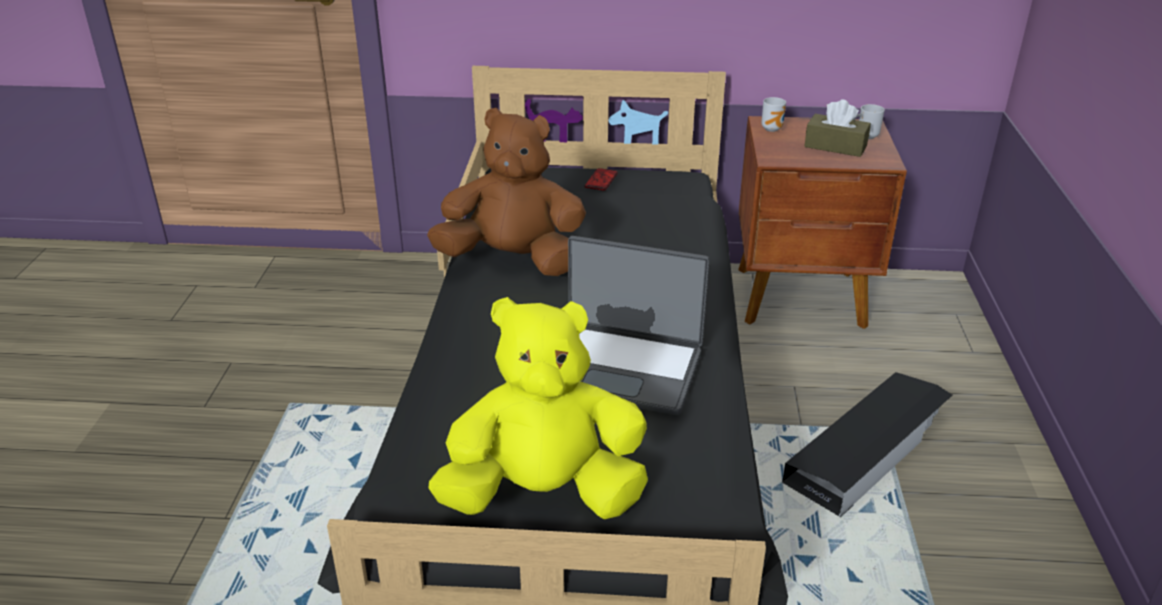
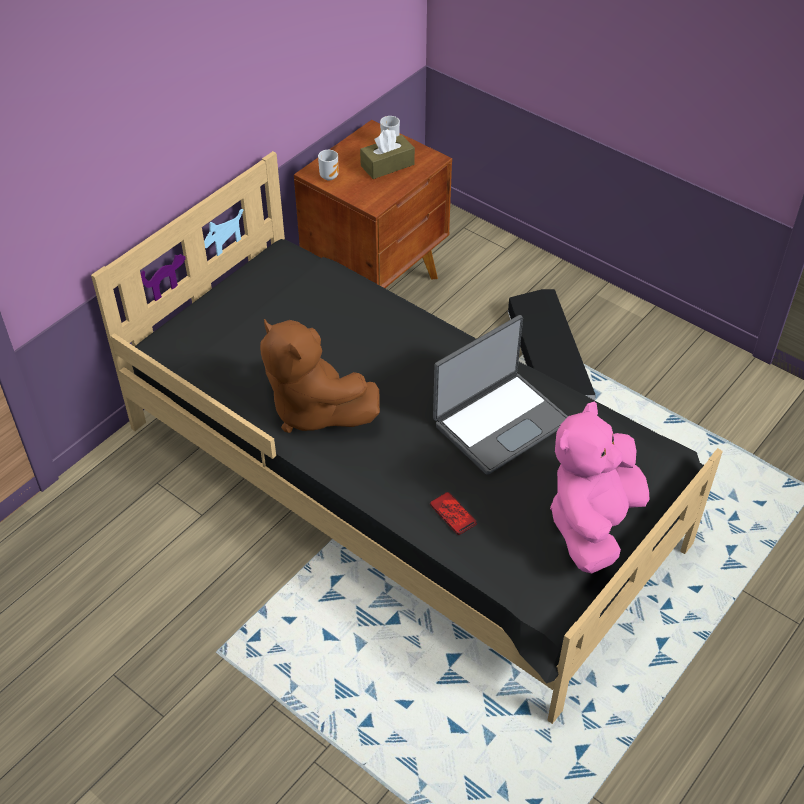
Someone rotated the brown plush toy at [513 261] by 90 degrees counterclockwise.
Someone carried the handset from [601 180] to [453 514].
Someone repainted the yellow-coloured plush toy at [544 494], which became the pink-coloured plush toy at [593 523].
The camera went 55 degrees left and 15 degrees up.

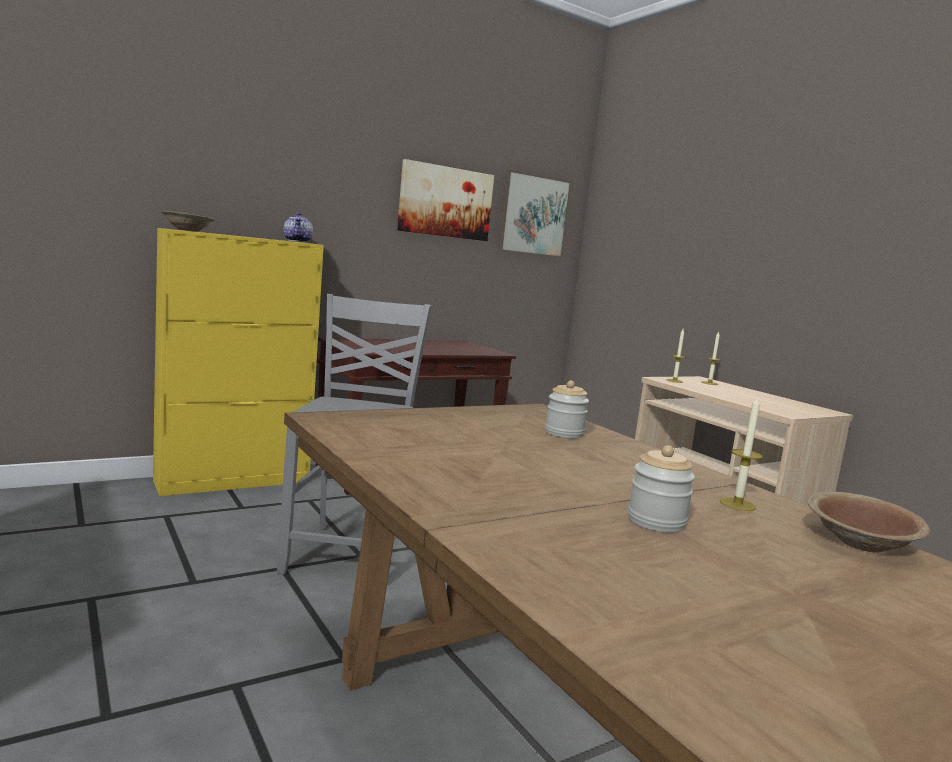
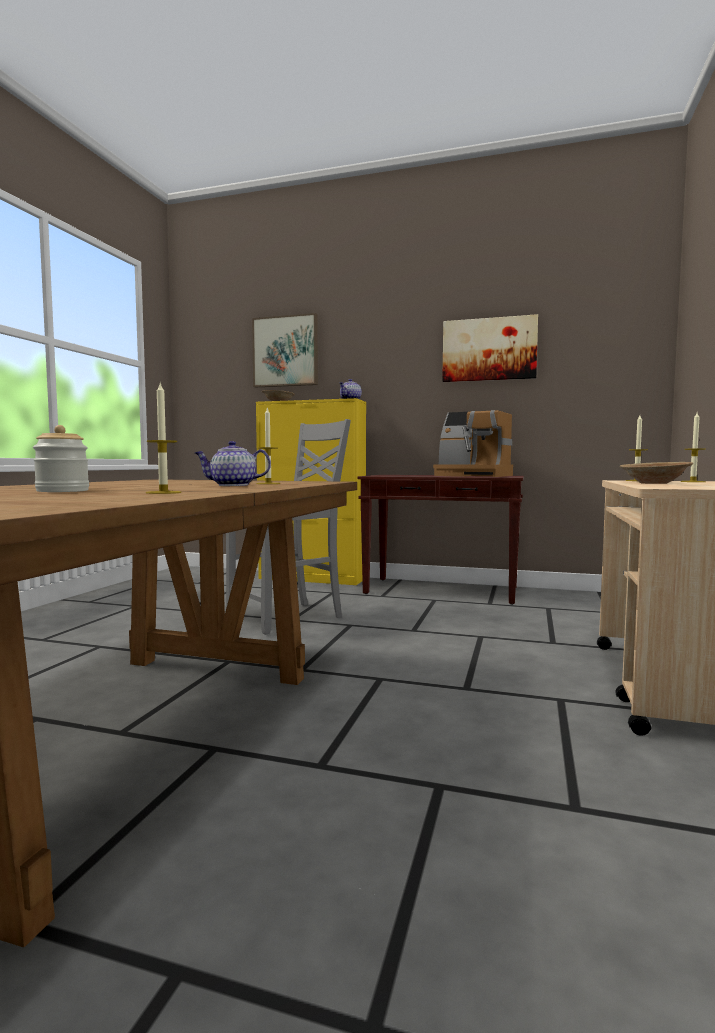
Someone carried the picture from [533 215] to [285 351].
Someone swapped the jar at [564 433] for the wax candle at [268 483].
Someone carried the brown serving bowl from [860 543] to [654 483].
Someone put down the coffee machine at [472 475].
Someone put down the teapot at [232 485].
The camera went 50 degrees right and 5 degrees down.

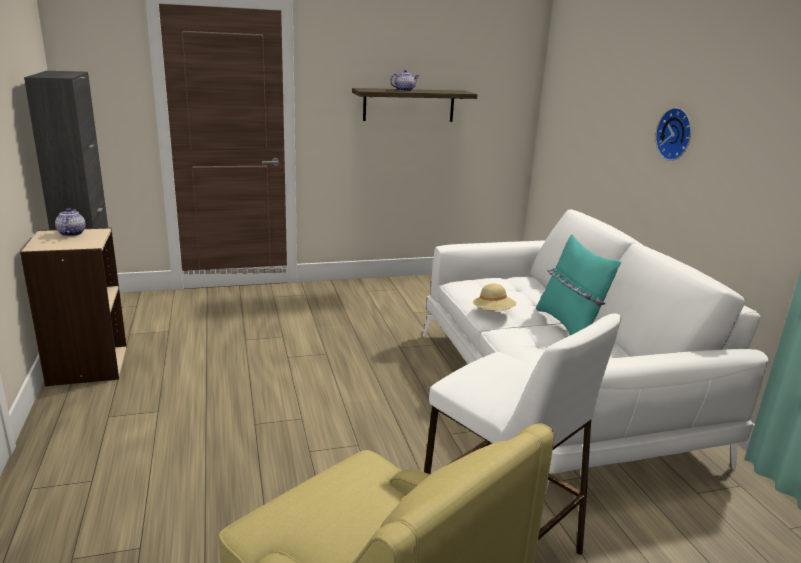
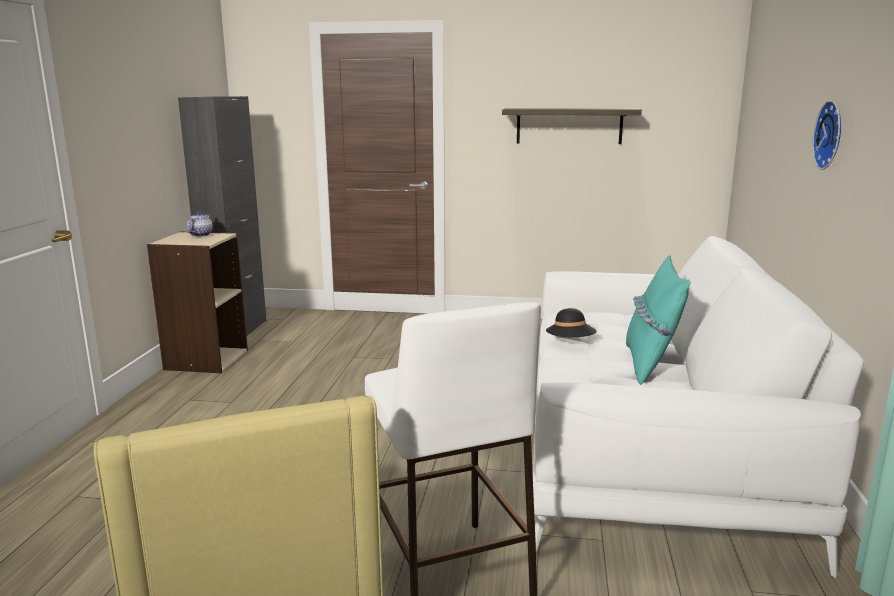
Someone took away the teapot at [404 90].
Someone repainted the beige-coloured clothing hat at [493 312], which became the black clothing hat at [570 342].
The camera went 25 degrees right and 5 degrees down.

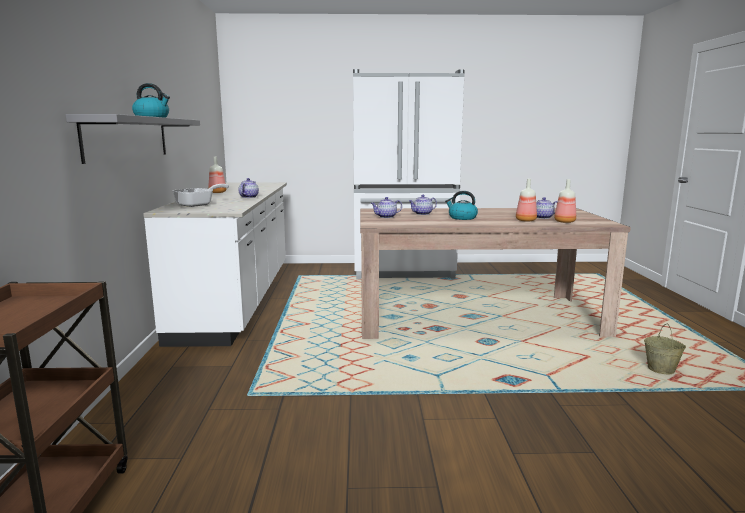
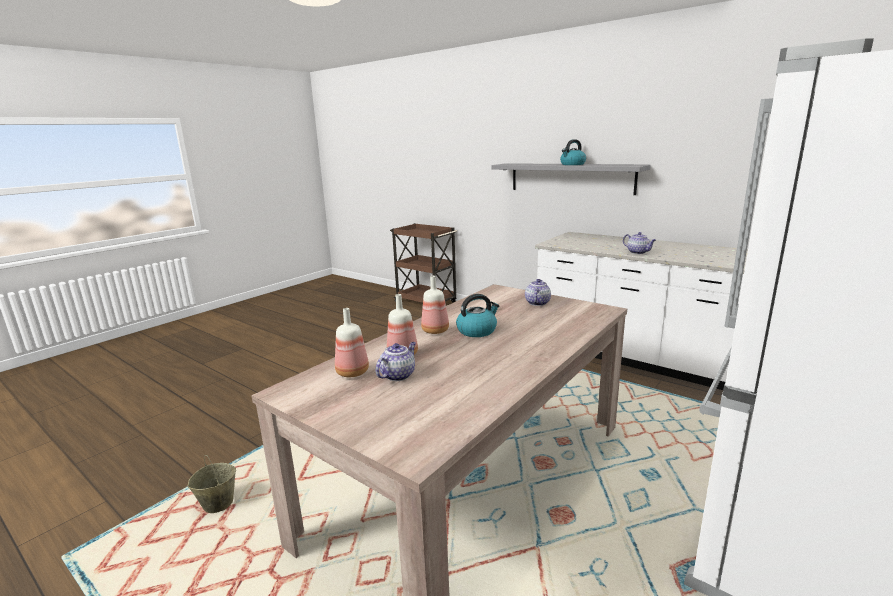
Someone carried the drink bottle from [217 192] to [436 330].
Someone took away the skillet at [199 204].
Someone took away the teapot at [422 214].
The camera went 130 degrees right and 5 degrees up.

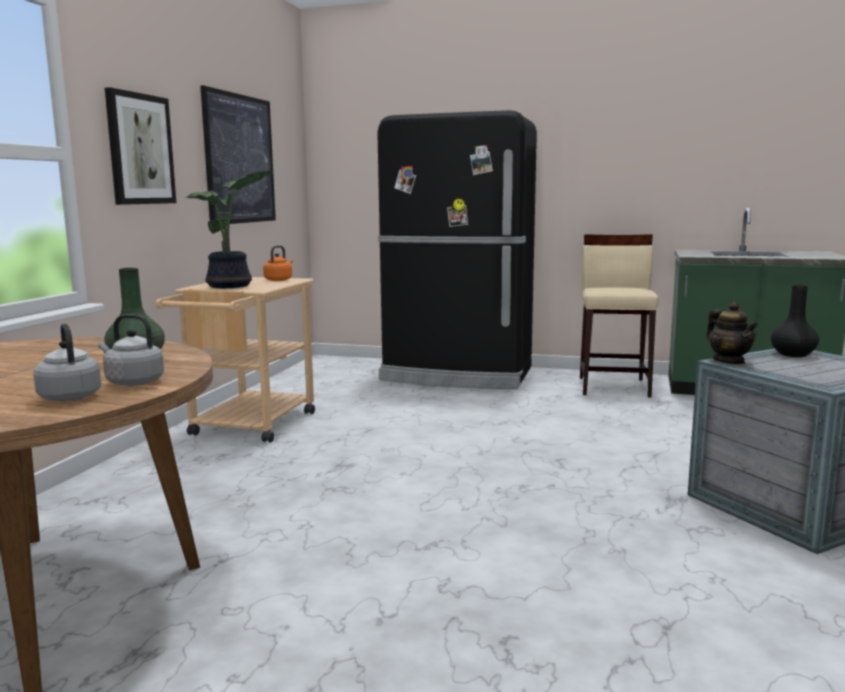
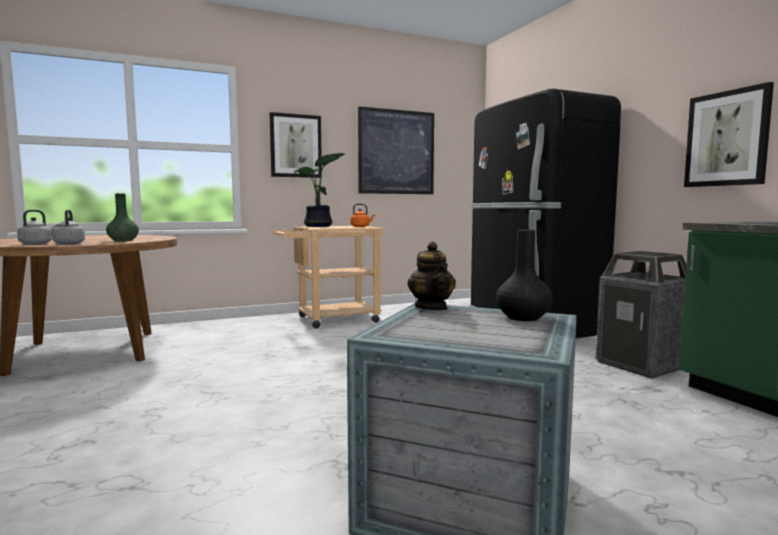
Someone swapped the beige-coloured sitting stool at [614 386] for the waste bin at [641 365].
Someone rotated the teapot at [729 361] by 45 degrees counterclockwise.
Someone put up the picture at [727 139].
The camera went 50 degrees right and 5 degrees down.

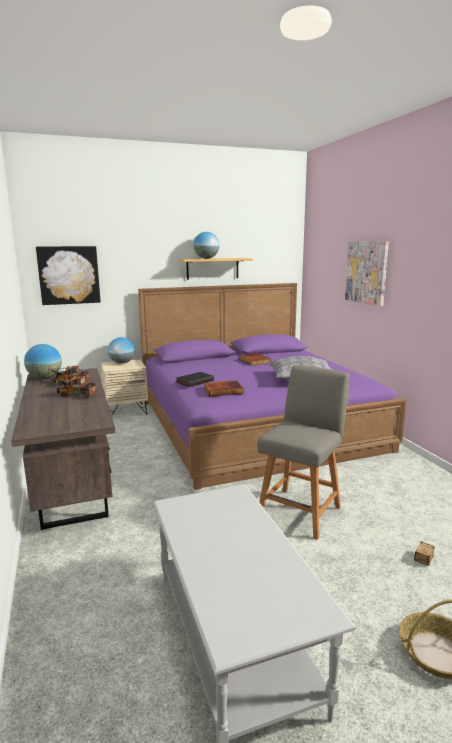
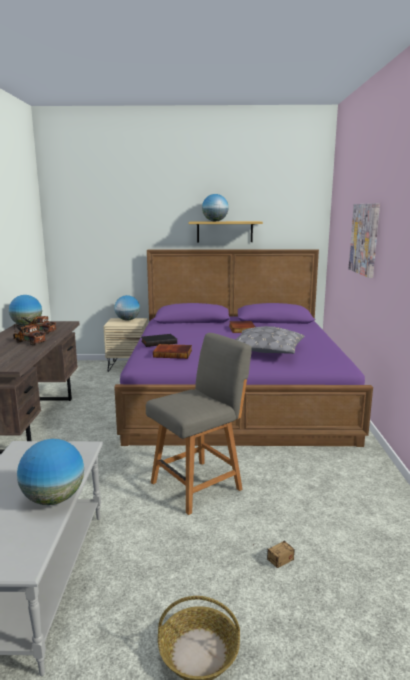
Someone took away the picture at [69 275].
Someone put down the globe at [53 499].
The camera went 20 degrees right and 0 degrees up.

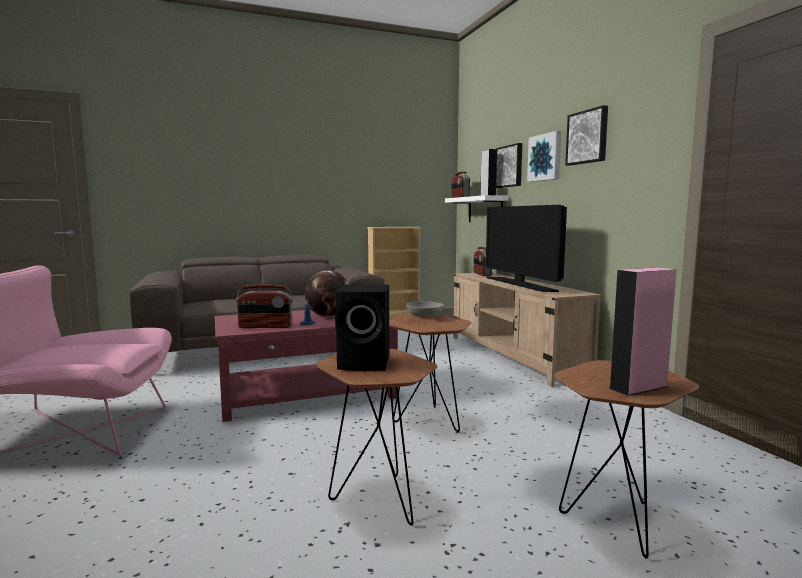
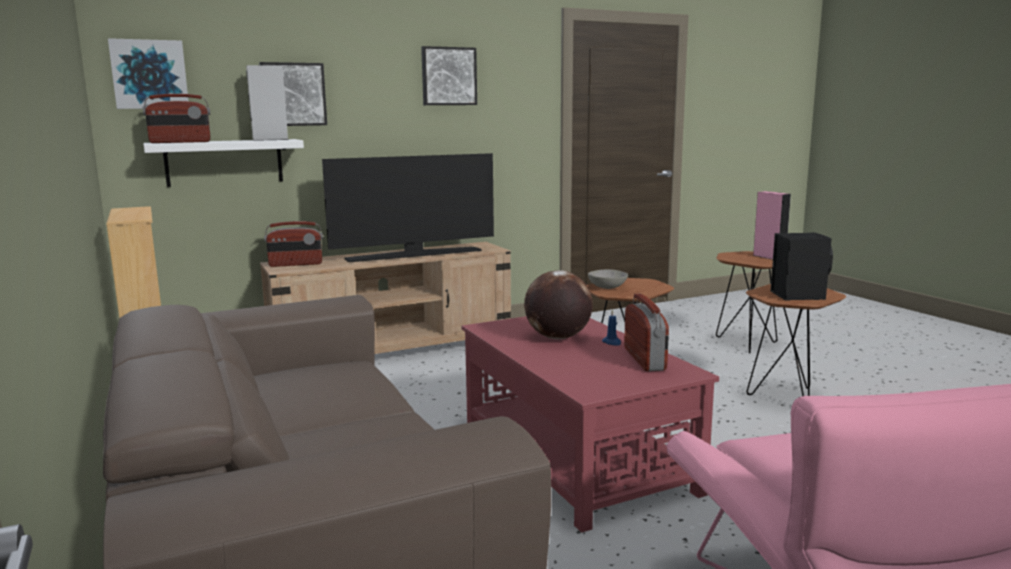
Someone carried the picture from [545 157] to [149 74].
The camera went 95 degrees left and 5 degrees up.

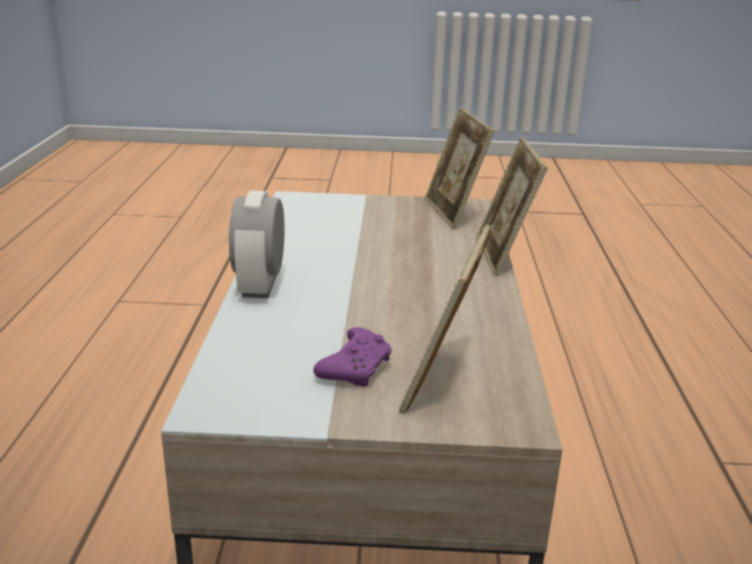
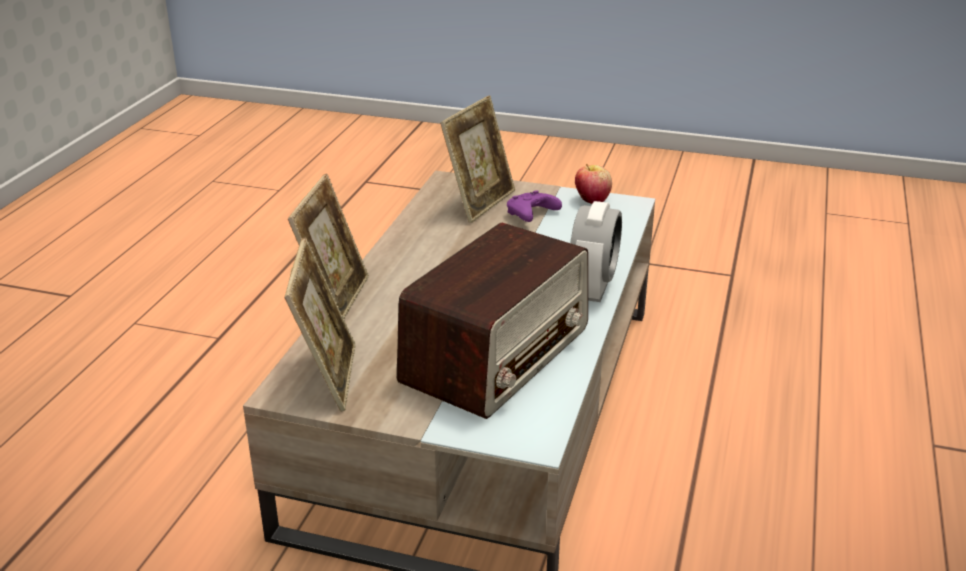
Someone put down the whole apple at [592 200].
Someone put down the radio set at [497 355].
The camera went 165 degrees left and 5 degrees up.

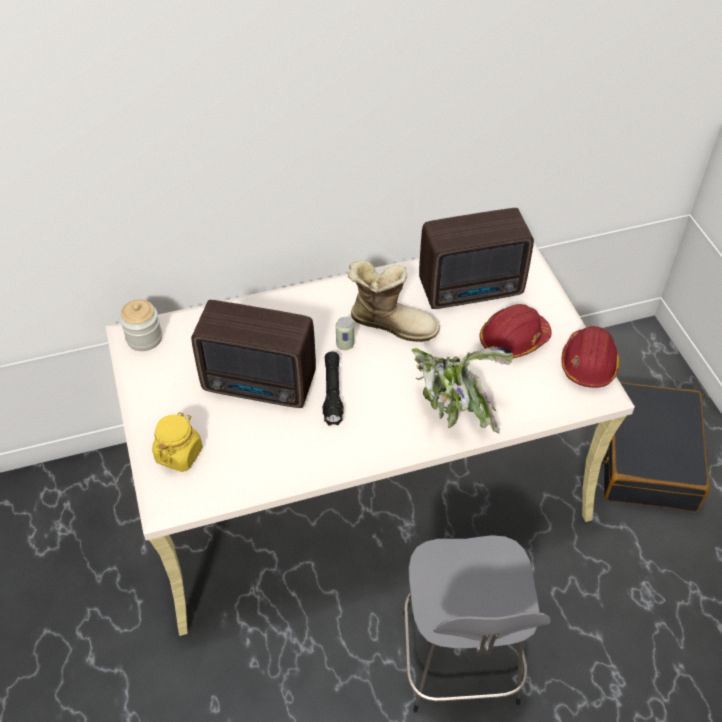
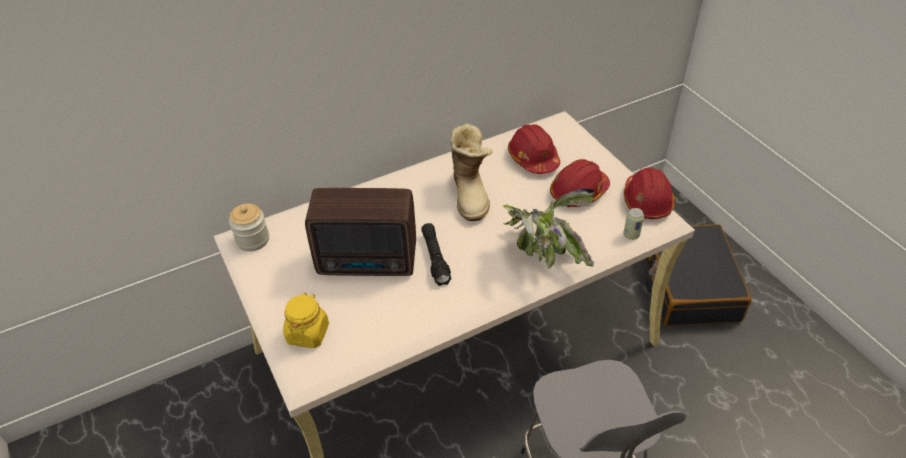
Someone swapped the radio set at [473 289] for the reddish work helmet at [533 158].
Someone rotated the tall boot at [392 322] by 75 degrees clockwise.
Someone carried the sealed can from [345 345] to [631 235].
The camera went 10 degrees left and 5 degrees down.

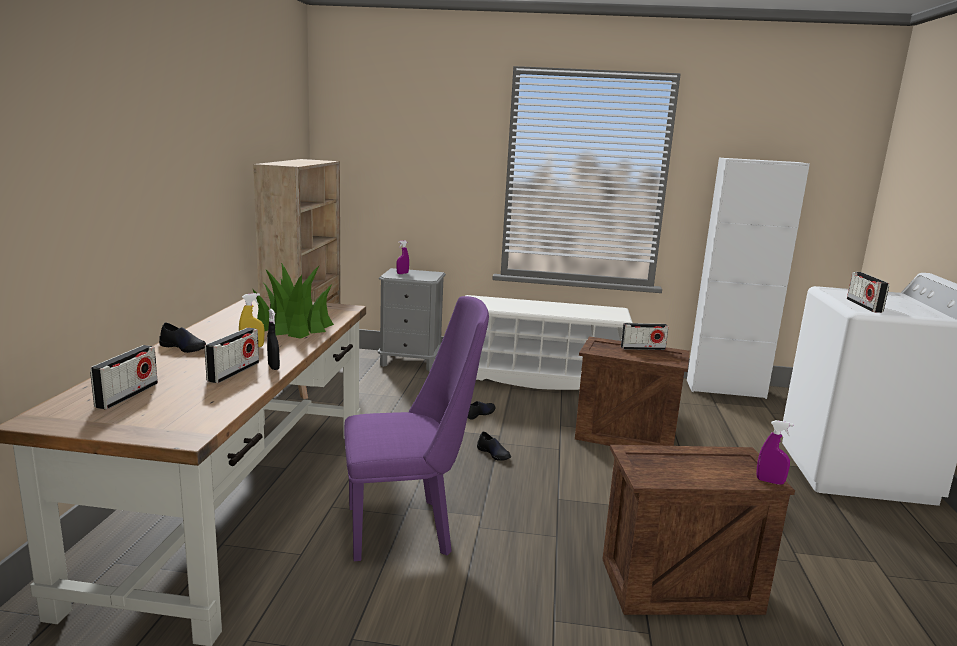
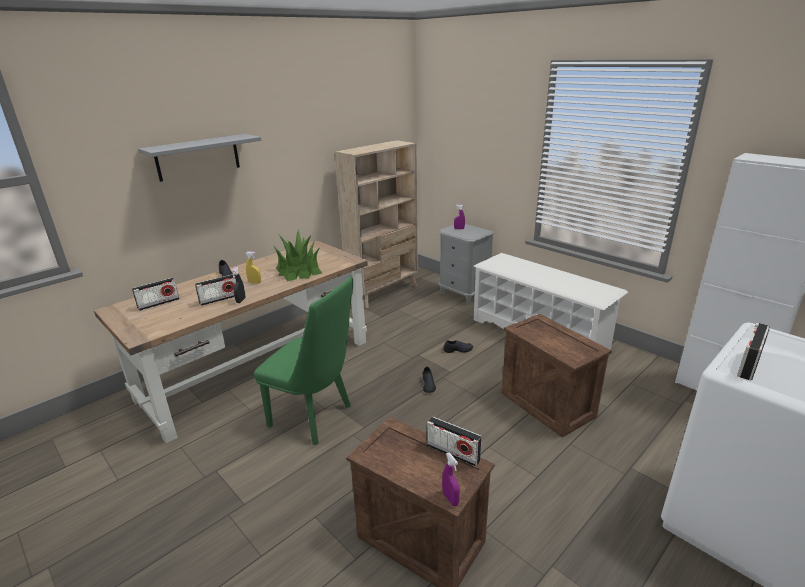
Someone repainted the purple-coloured plain chair at [409 528], which became the greenish plain chair at [316 418].
Someone carried the radio set from [643 348] to [453 453].
Someone put up the gray bracket shelf at [198 157].
The camera went 40 degrees right and 10 degrees up.

